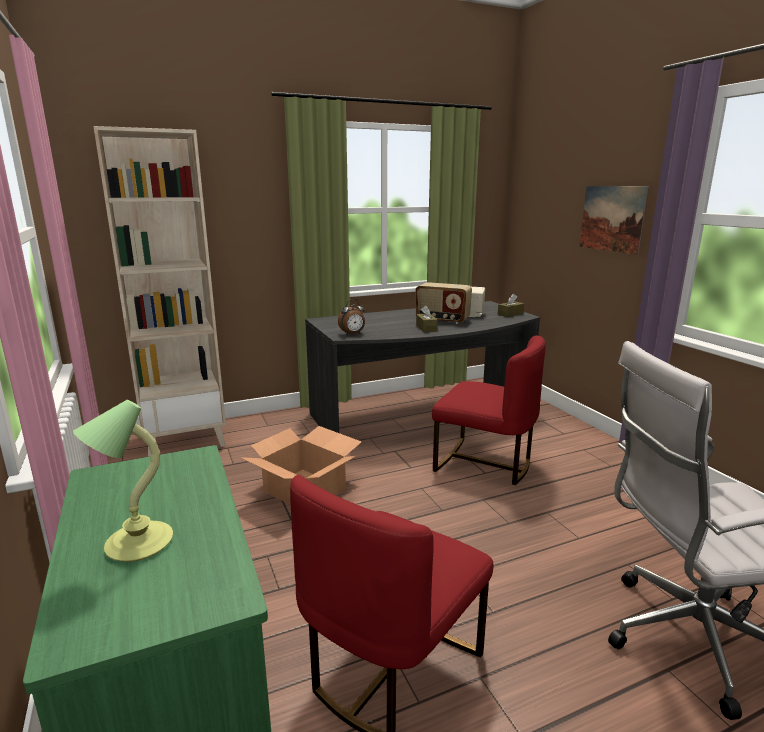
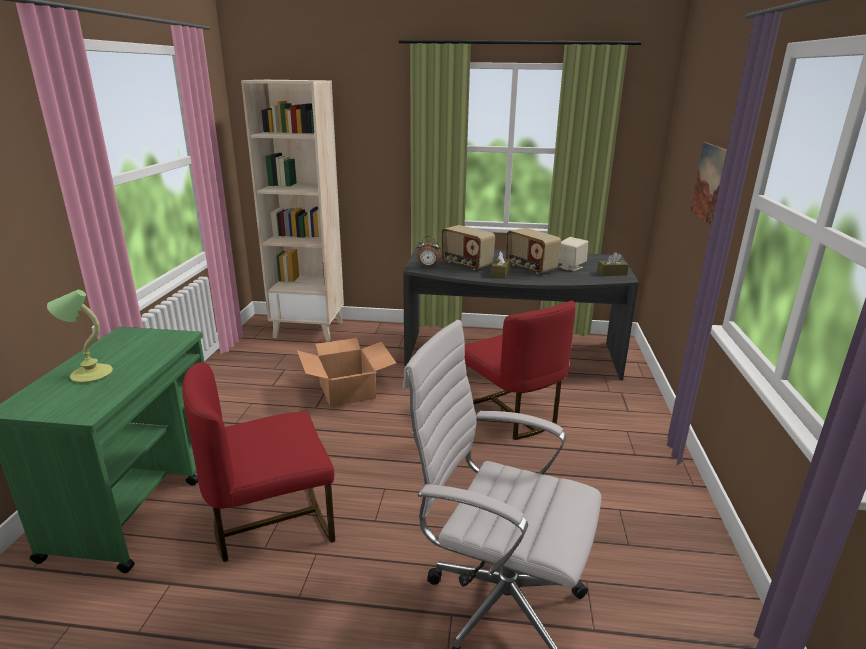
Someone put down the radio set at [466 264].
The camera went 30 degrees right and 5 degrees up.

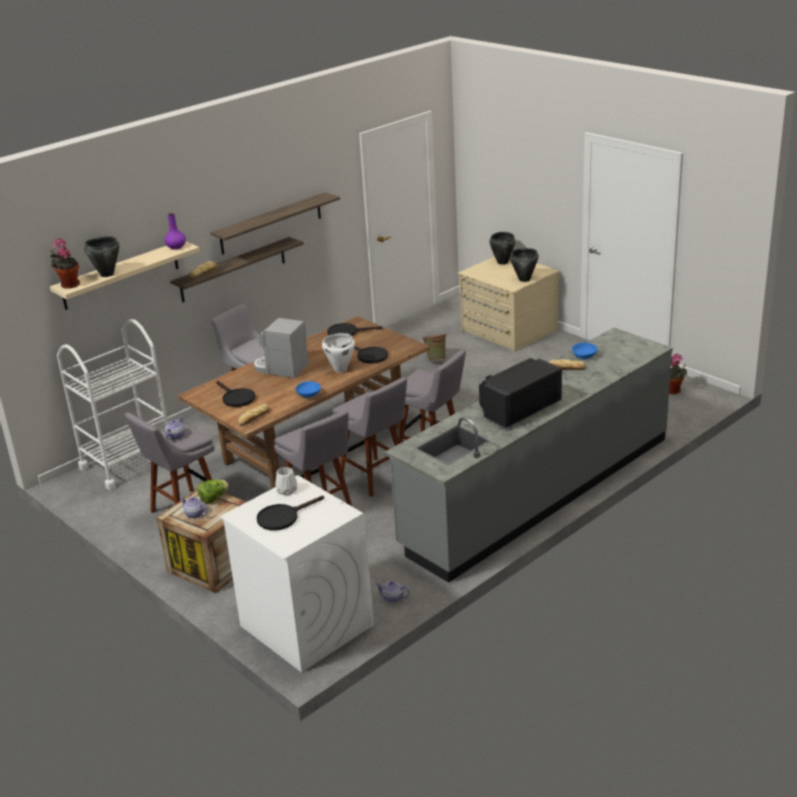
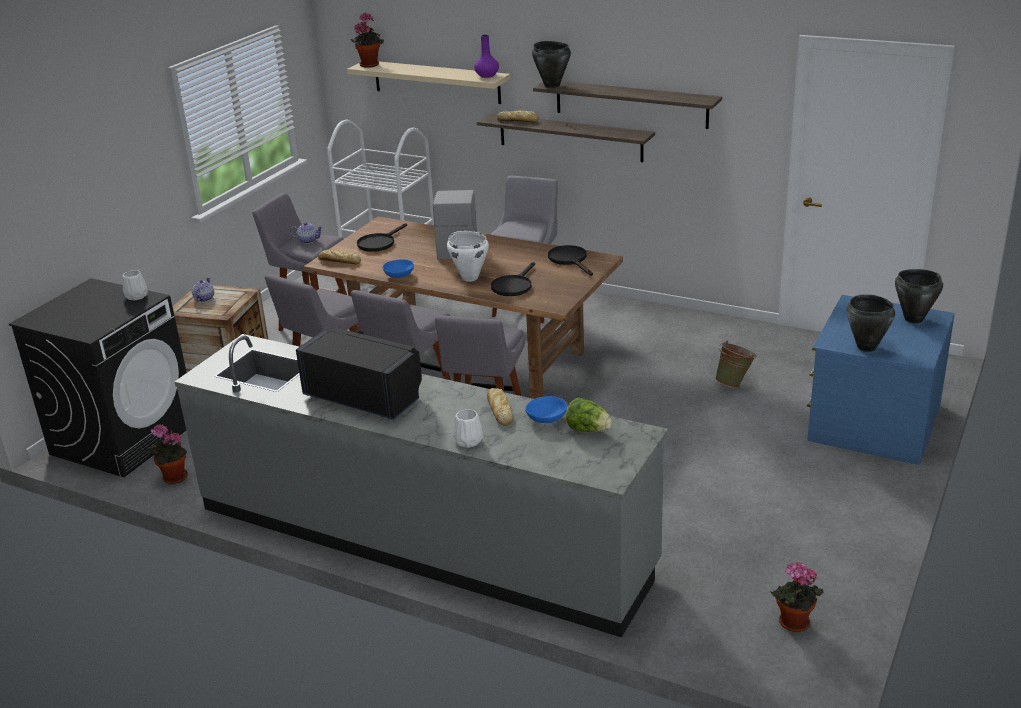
Someone carried the black saucepot from [106 274] to [552 85].
Someone repainted the beige-coloured drawer chest at [508 331], which became the bluish drawer chest at [872 421].
Someone repainted the white washing machine at [306 625], which became the black washing machine at [124 437].
Someone carried the lettuce head from [214 498] to [588 430].
Someone took away the black skillet at [283 517].
Someone swapped the teapot at [393 598] for the potted plant at [173 478].
Someone put down the white flower vase at [468 441].
The camera went 70 degrees right and 0 degrees up.

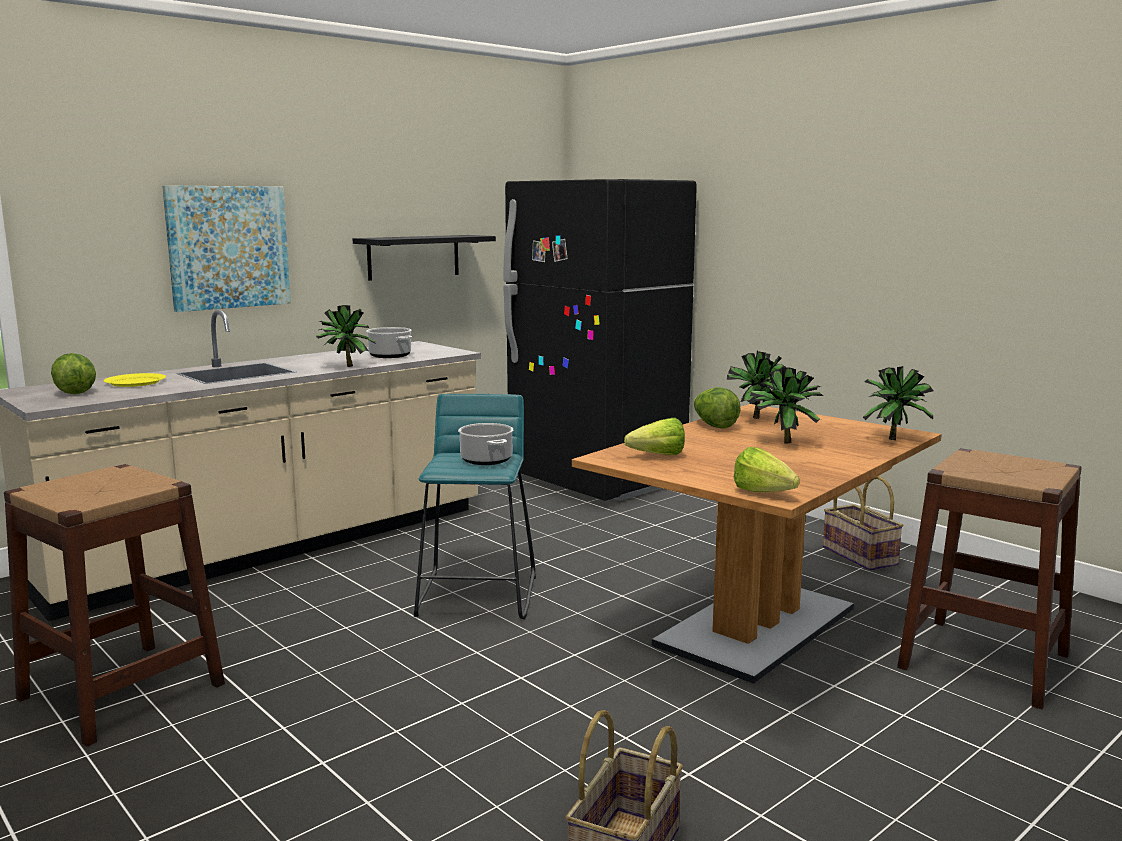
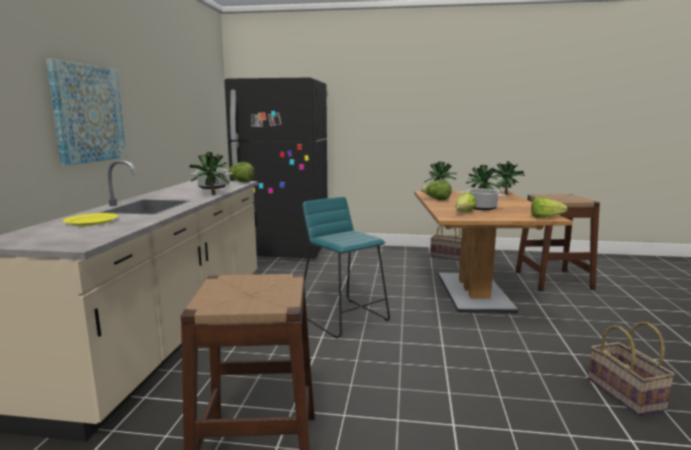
Someone took away the black bracket shelf at [413 257].
Someone carried the lettuce head from [75 392] to [241 182].
Someone carried the saucepot from [485 460] to [481 208].
The camera went 40 degrees left and 0 degrees up.

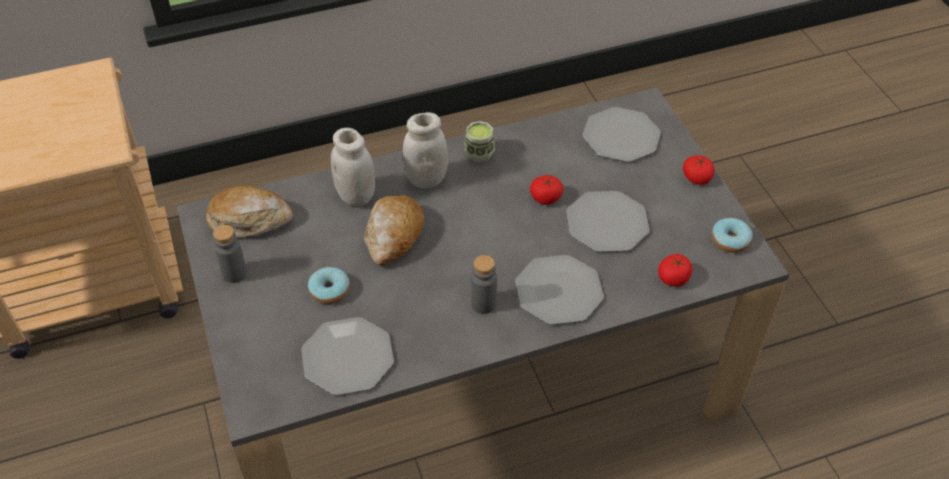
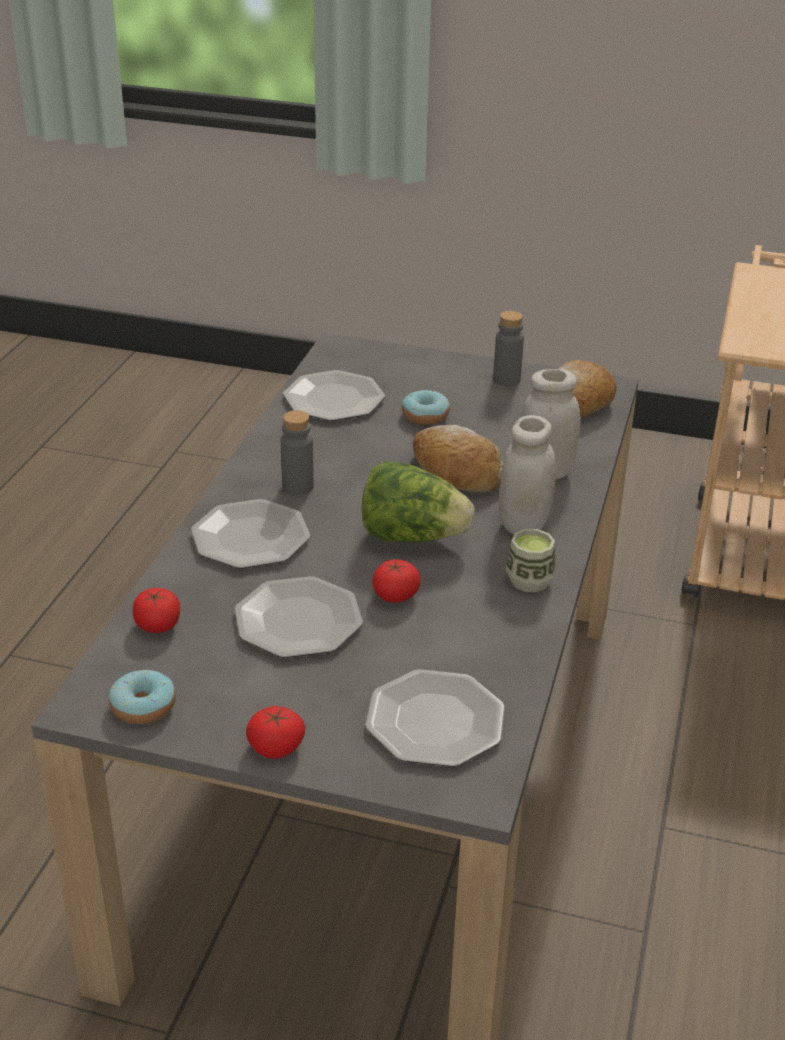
Someone put down the lettuce head at [412 537].
The camera went 125 degrees right and 15 degrees down.

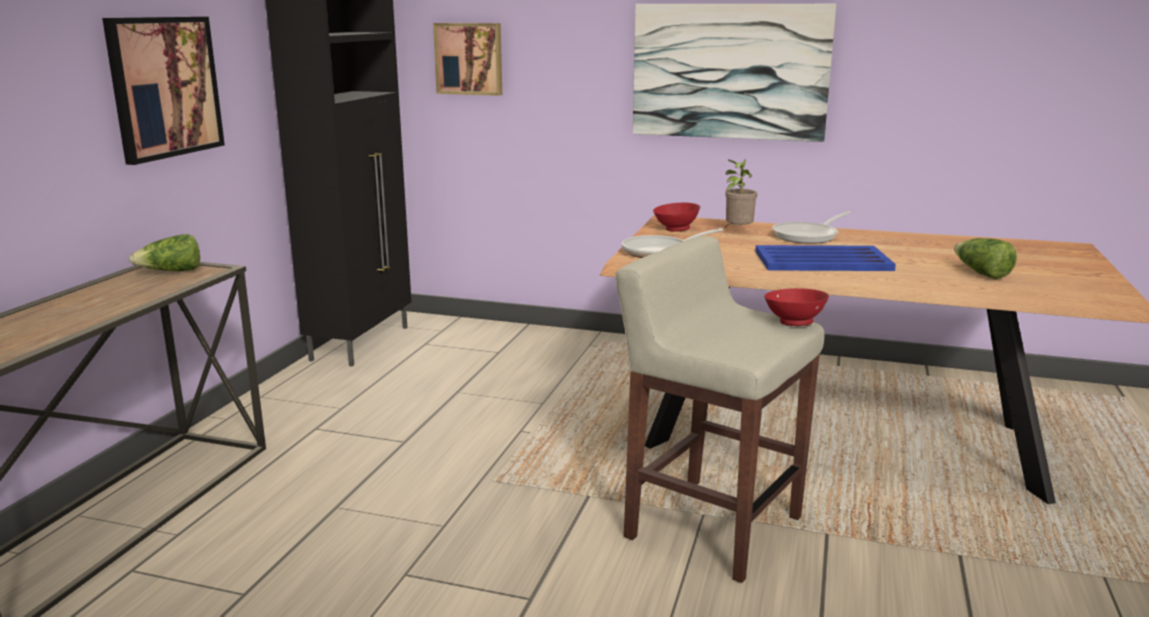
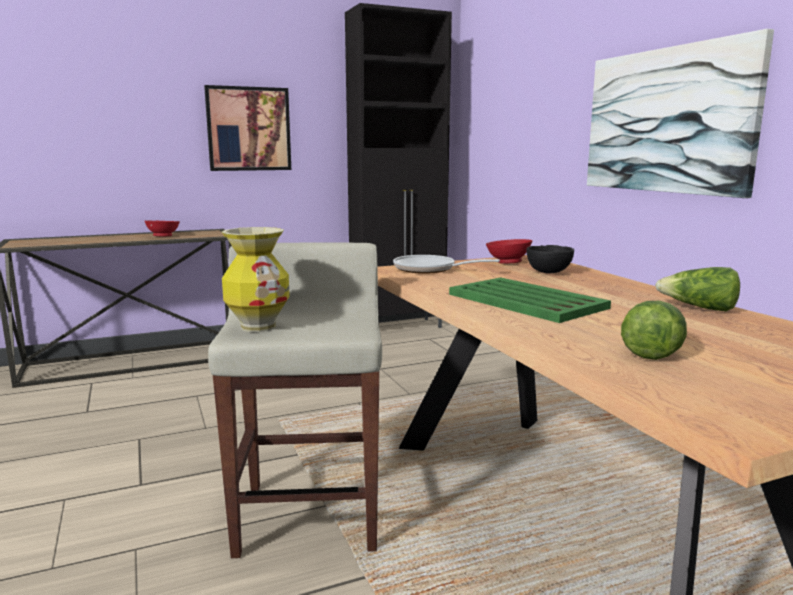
Someone took away the picture at [469 58].
Someone swapped the potted plant at [737 232] for the black serving bowl at [549 272].
Someone took away the skillet at [809 236].
Someone carried the lettuce head from [171 272] to [699 308].
Someone repainted the bluish tray at [823 261], which became the greenish tray at [527 301].
Someone carried the reddish serving bowl from [794 322] to [164 236].
Someone put down the flower vase at [258 327].
The camera went 50 degrees right and 5 degrees down.

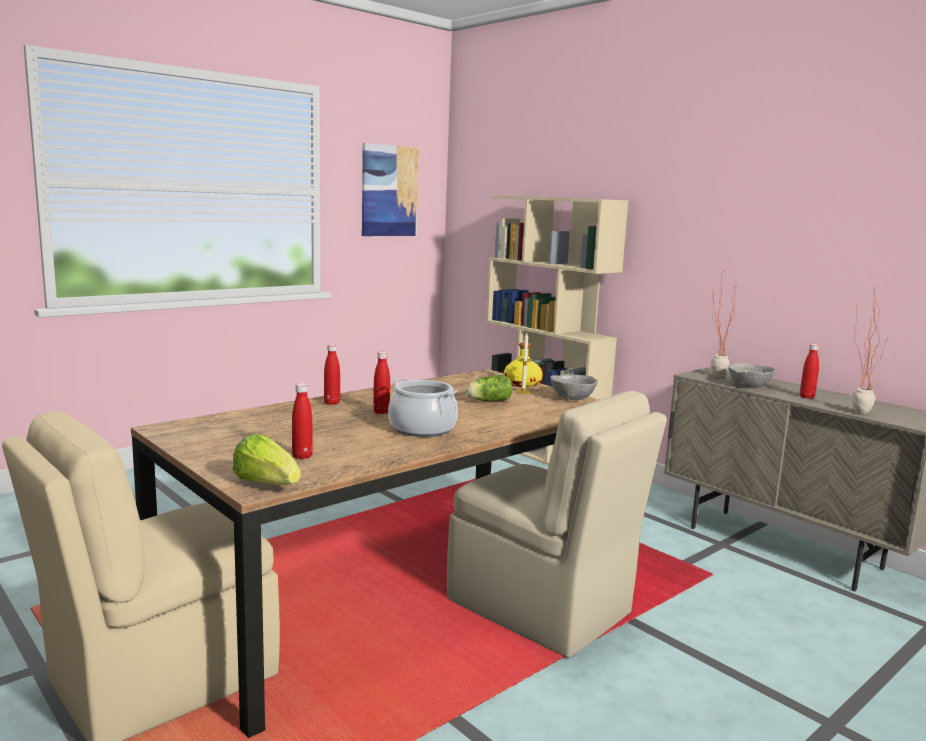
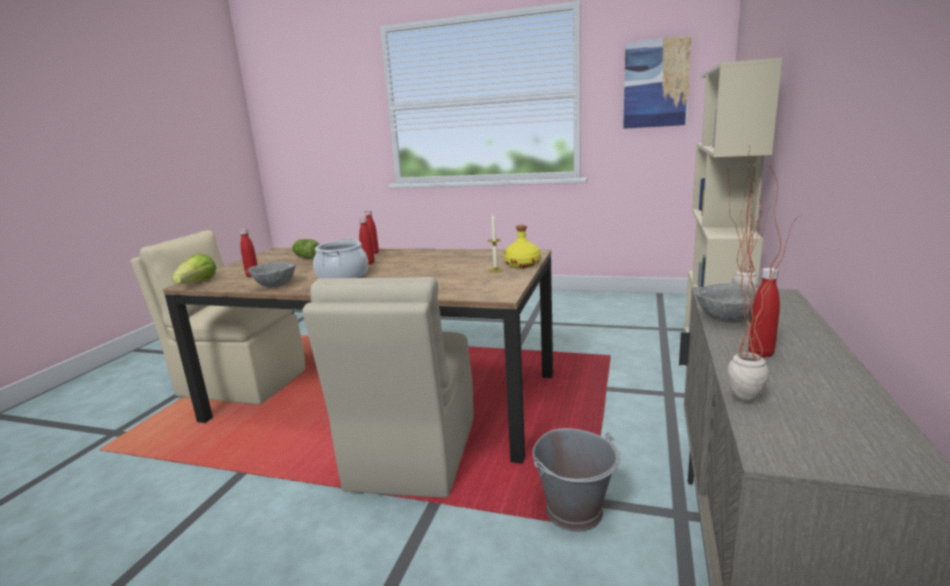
Someone carried the gray serving bowl from [571 399] to [274 286].
Someone carried the lettuce head from [487 401] to [306 257].
Someone put down the gray bucket at [575 511].
The camera went 60 degrees right and 5 degrees up.

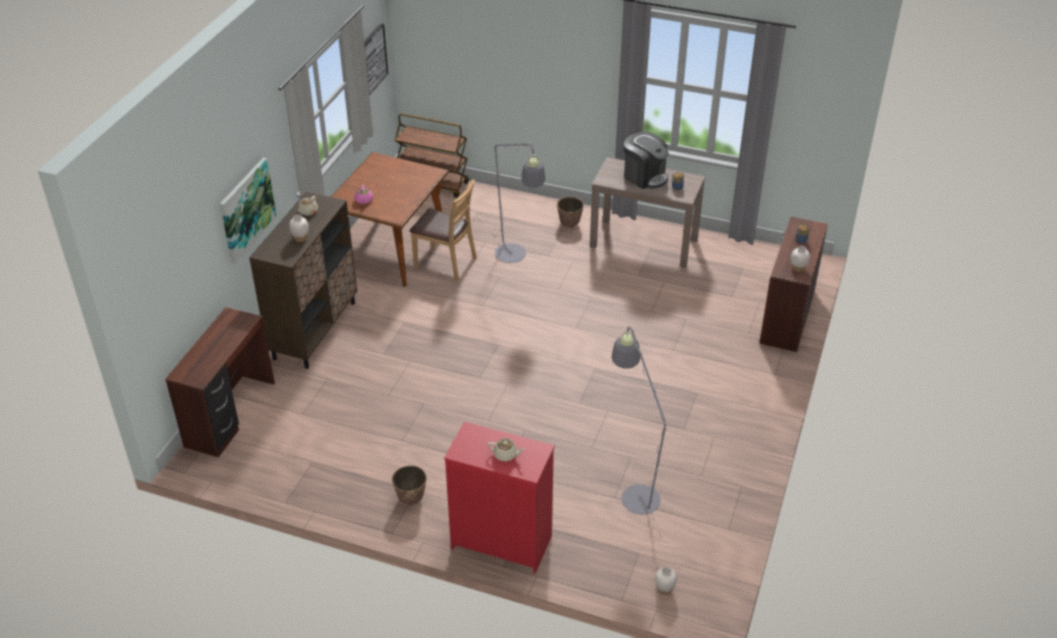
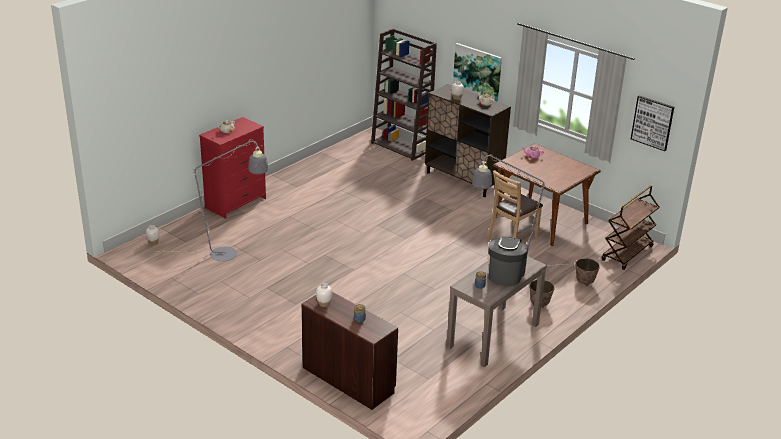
Someone rotated the coffee machine at [644 176] by 135 degrees clockwise.
Someone swapped the brown desk table at [231 415] for the brown bookshelf at [401 147].
Someone carried the plant pot from [411 499] to [584 283].
The camera went 110 degrees right and 10 degrees down.

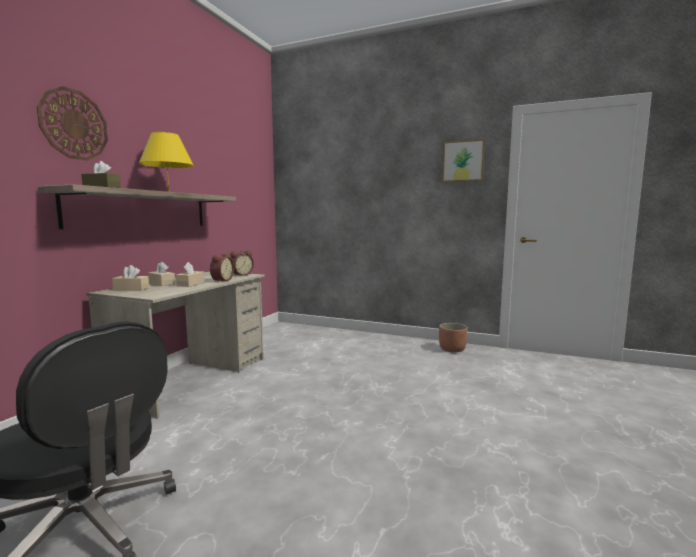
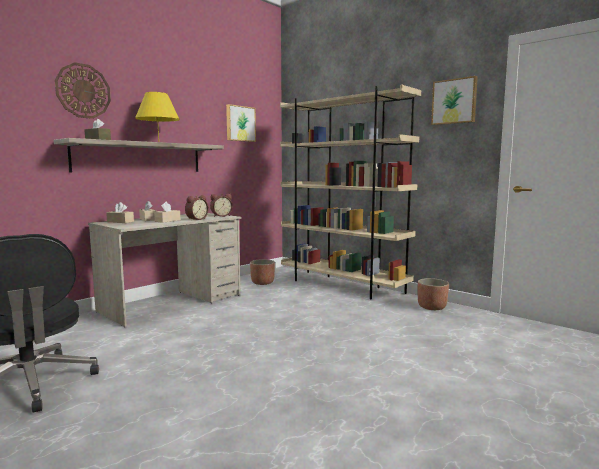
Someone put down the beige-coloured bookshelf at [342 285].
Someone put up the picture at [240 123].
Someone put down the plant pot at [262 283].
The camera went 20 degrees right and 0 degrees up.

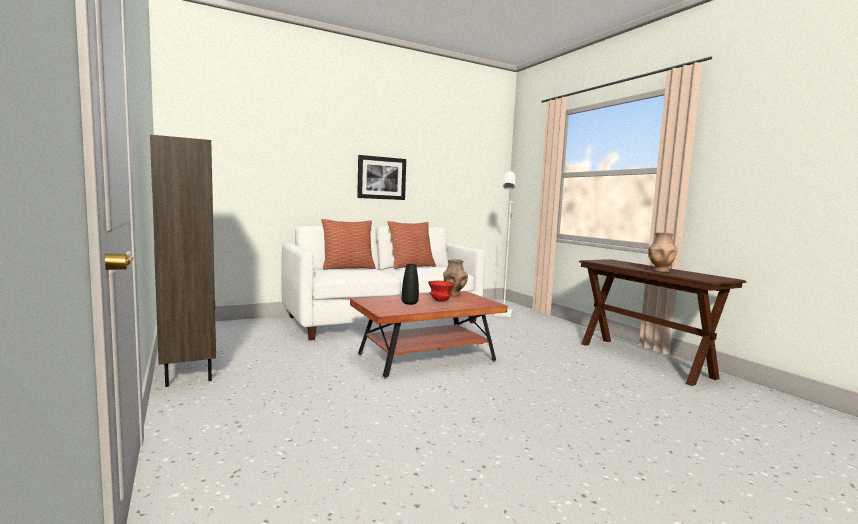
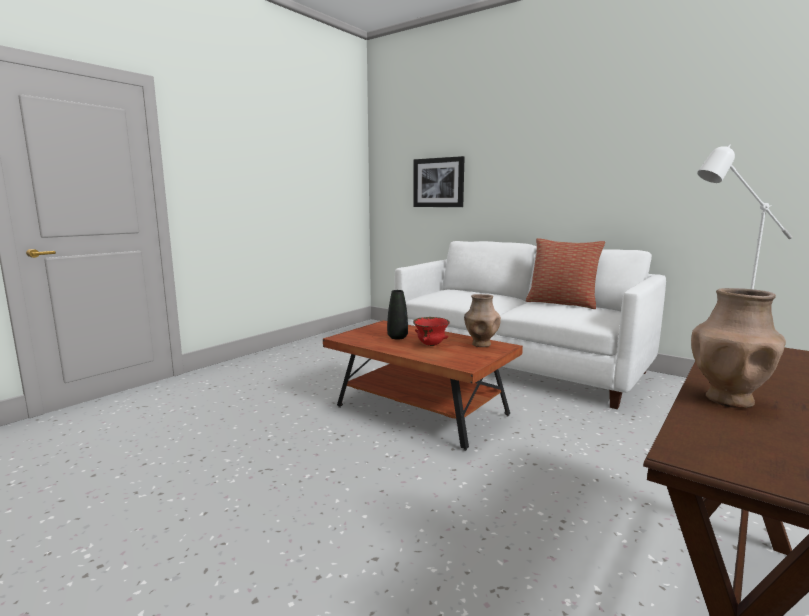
Someone took away the brown bookshelf at [187 369].
Someone carried the picture from [381 178] to [438 182].
Someone took away the throw pillow at [348 268].
The camera went 65 degrees right and 5 degrees up.

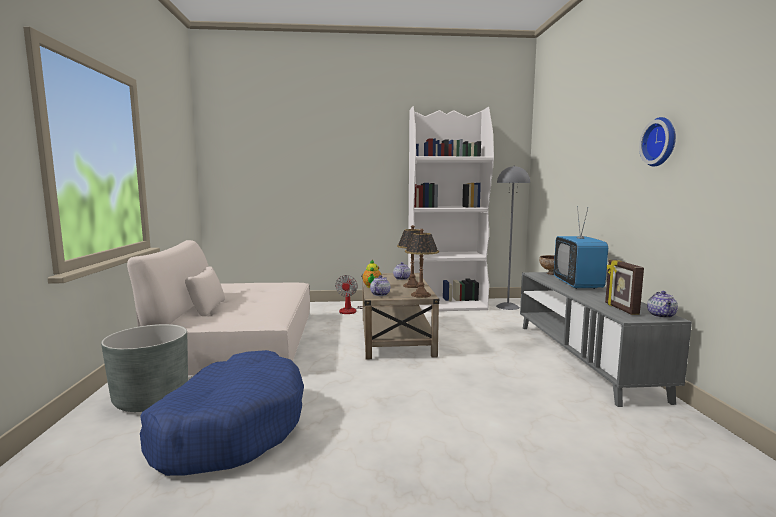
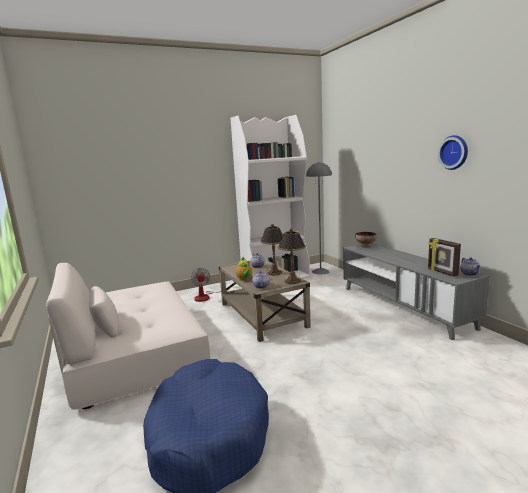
Someone took away the television at [577 284].
Someone took away the gray plant pot at [151 399].
The camera went 20 degrees left and 5 degrees up.

